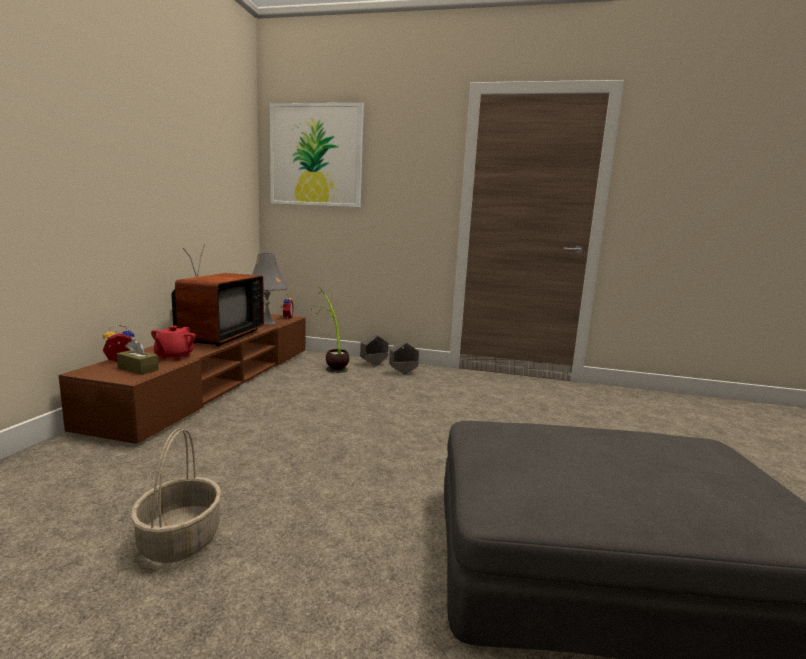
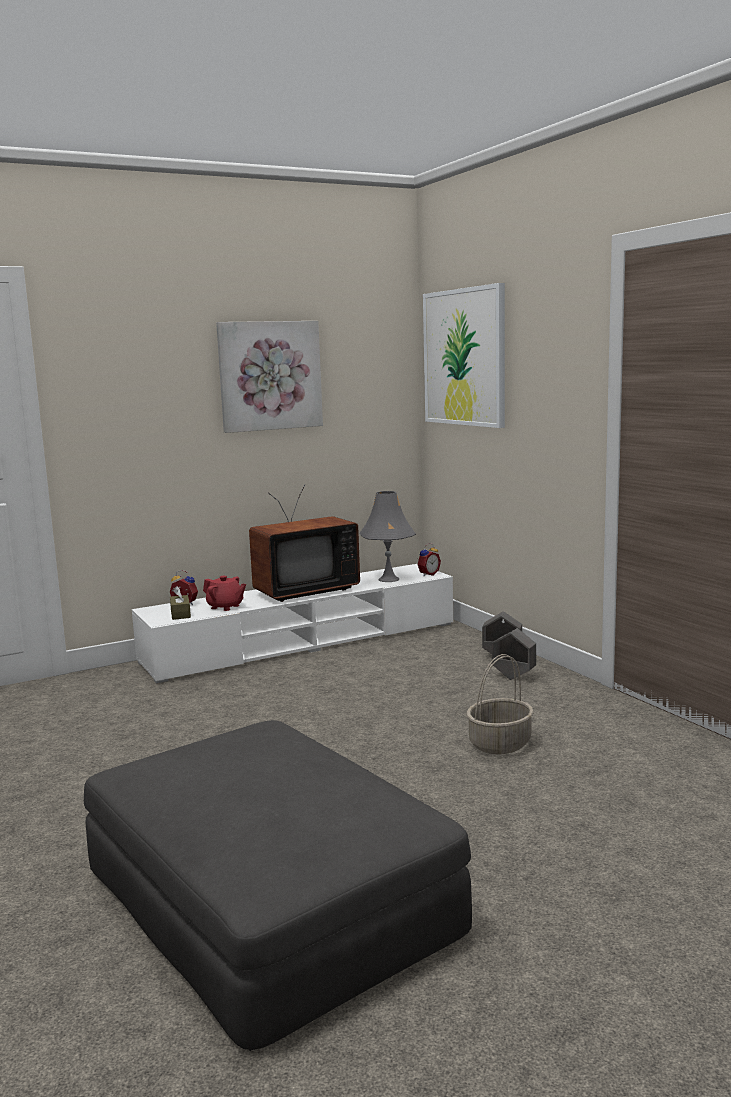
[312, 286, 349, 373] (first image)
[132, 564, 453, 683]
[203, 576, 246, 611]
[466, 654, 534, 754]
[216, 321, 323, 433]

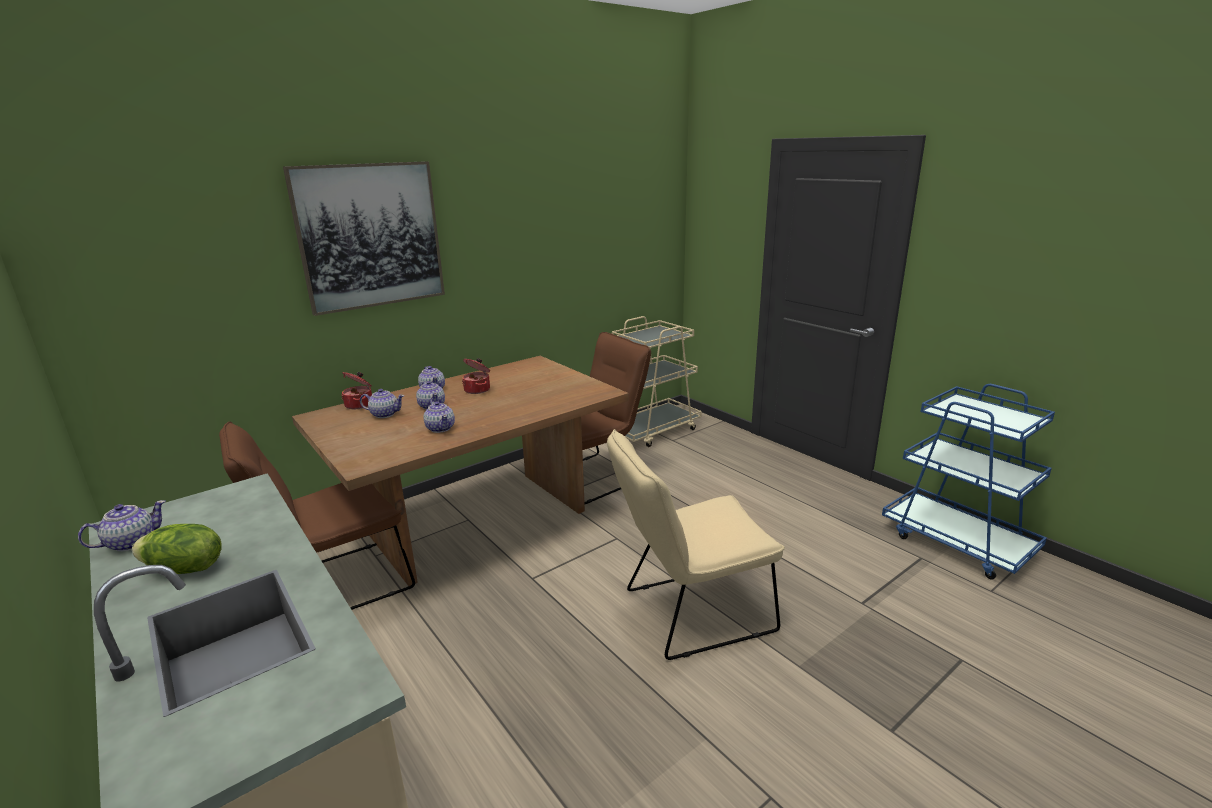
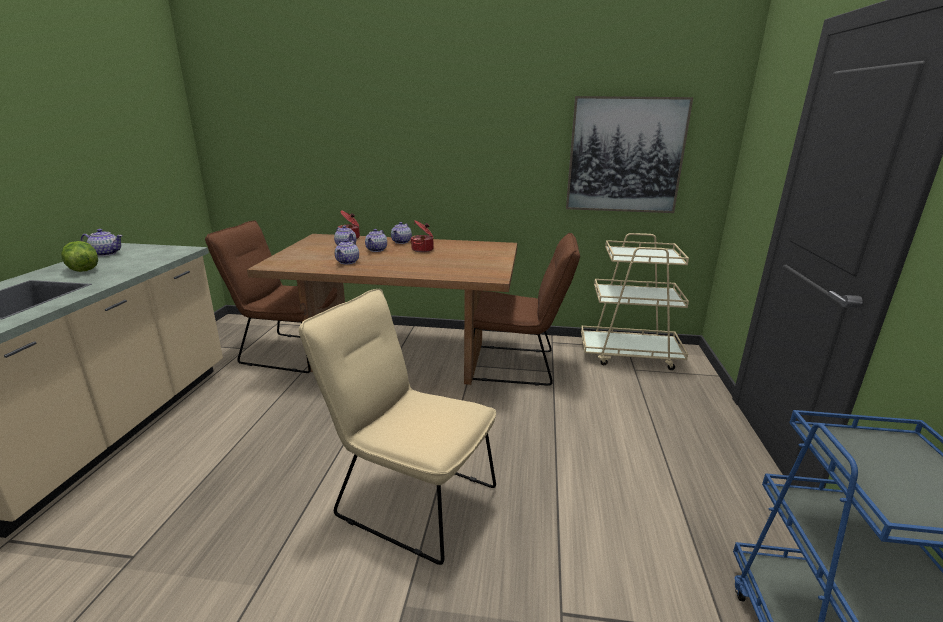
[566, 96, 693, 213]

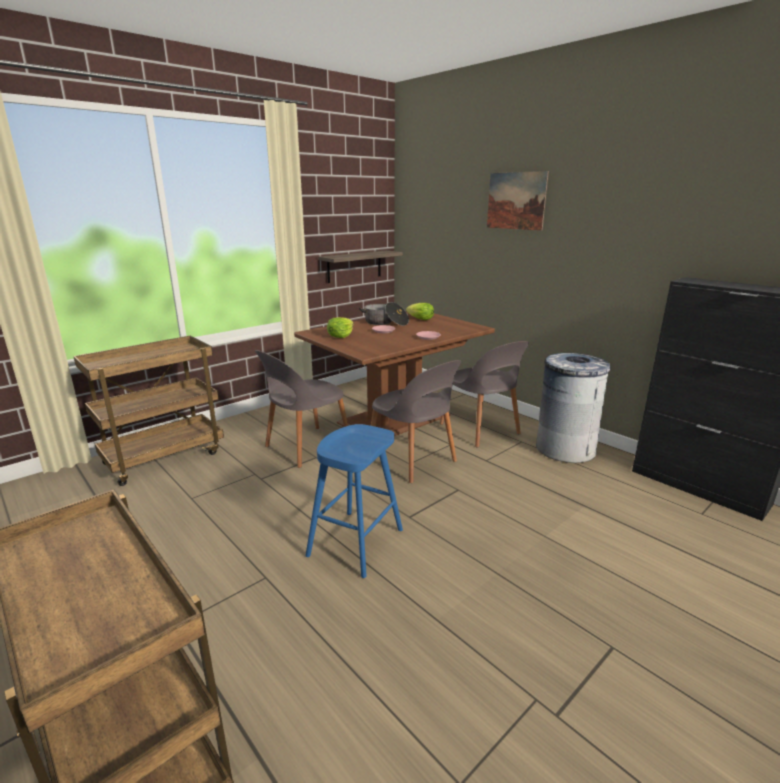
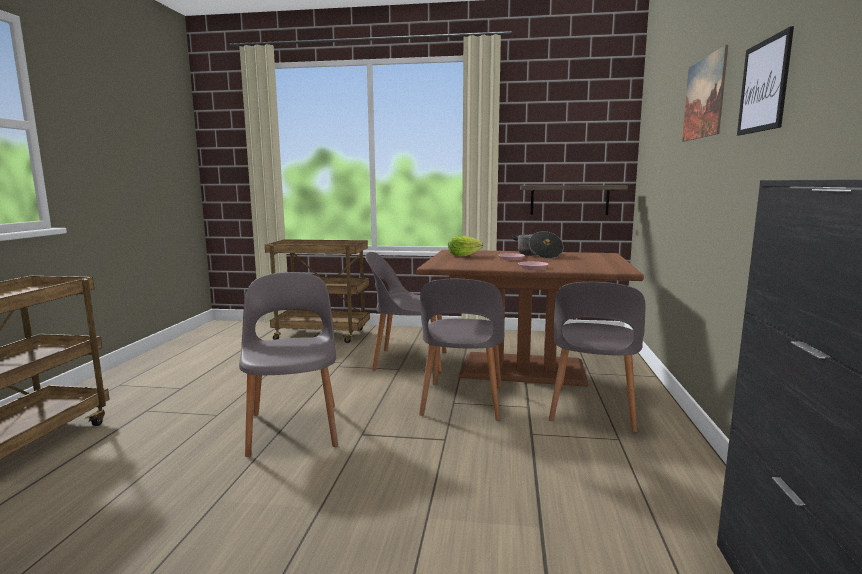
[406, 303, 434, 320] (first image)
[536, 353, 611, 463] (first image)
[239, 272, 338, 457]
[737, 26, 794, 135]

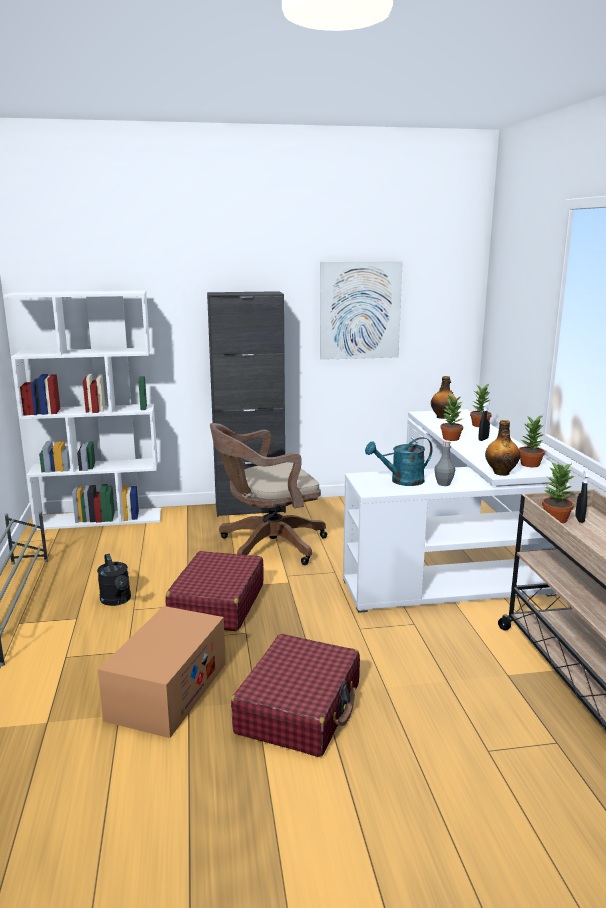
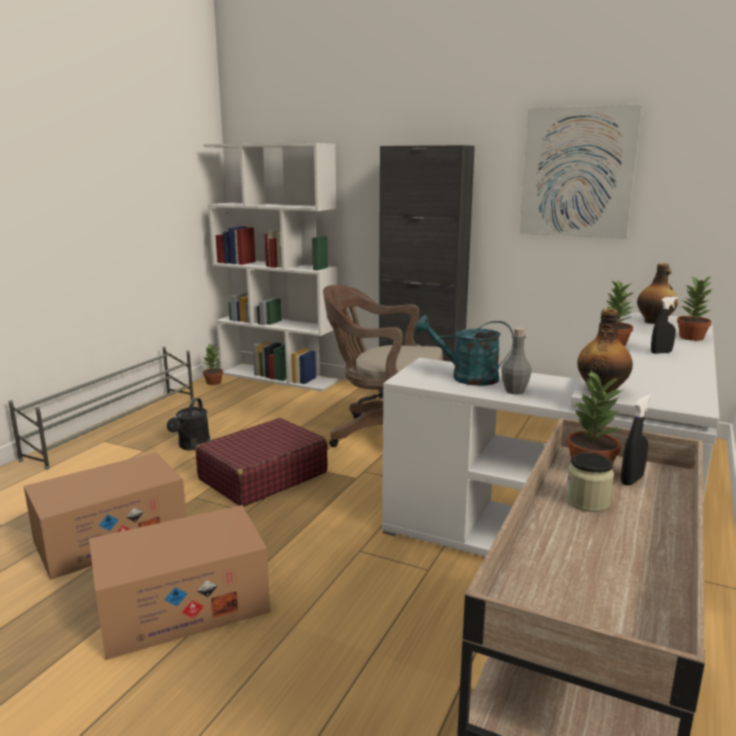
[203, 344, 223, 385]
[89, 505, 270, 660]
[565, 452, 614, 512]

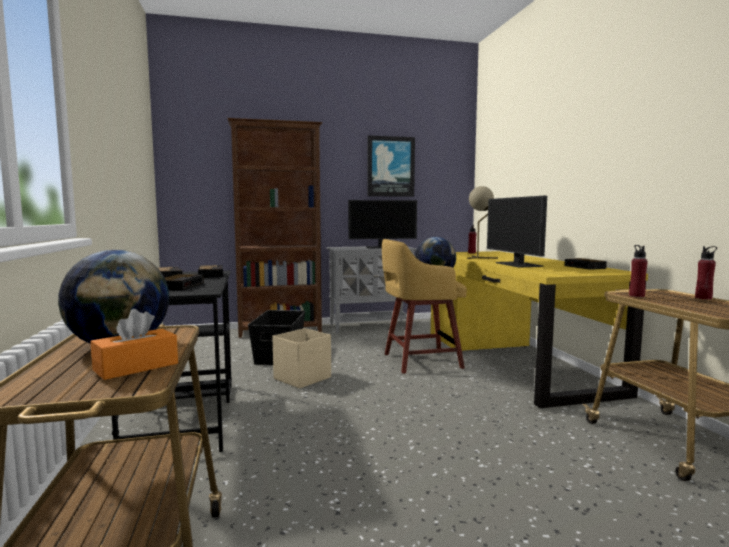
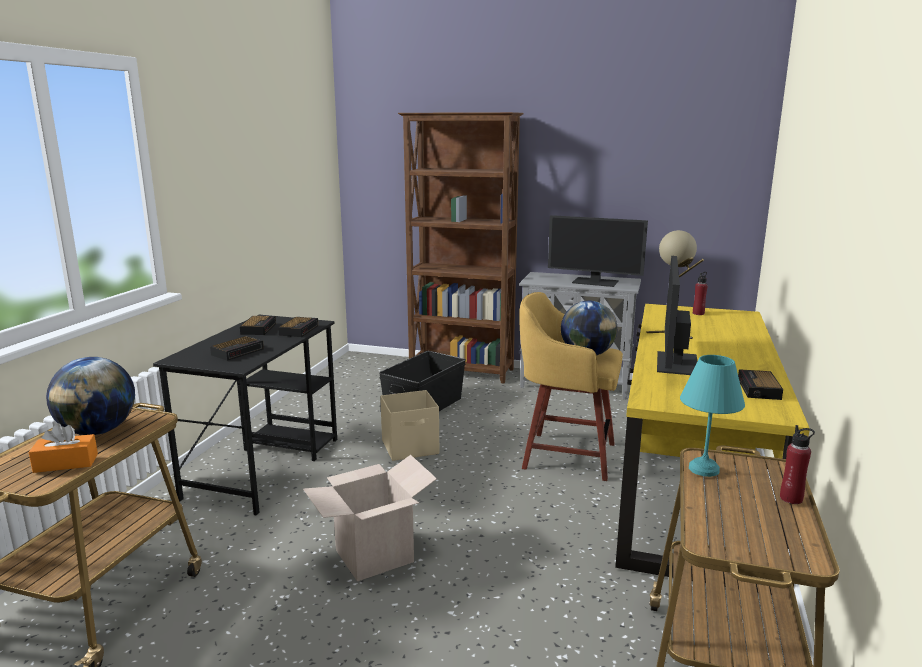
[368, 135, 415, 197] (first image)
[680, 355, 745, 477]
[303, 455, 437, 581]

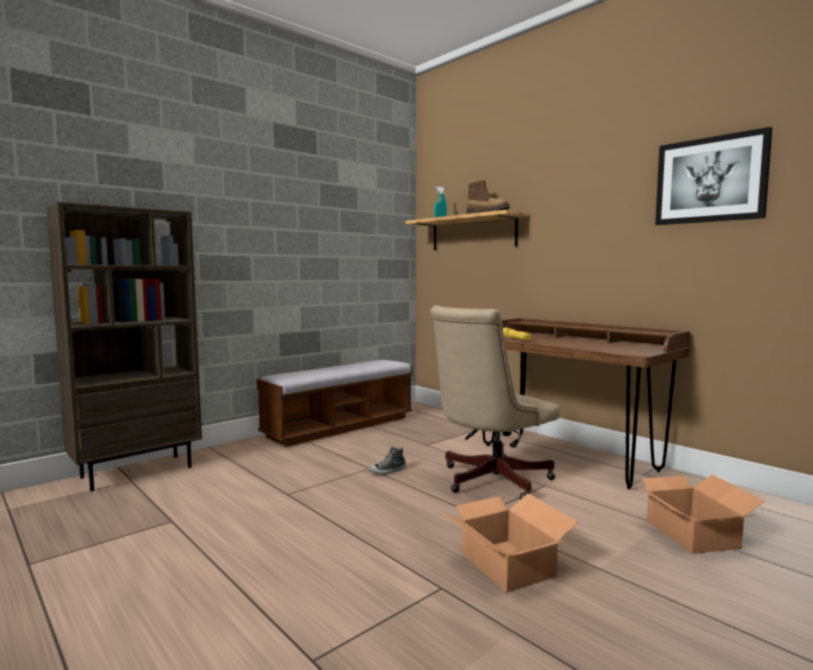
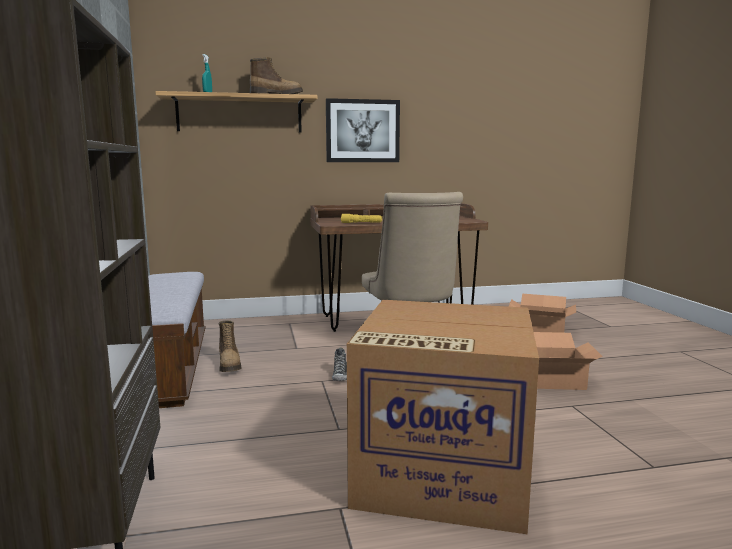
[326, 98, 400, 162]
[347, 300, 539, 534]
[219, 320, 241, 372]

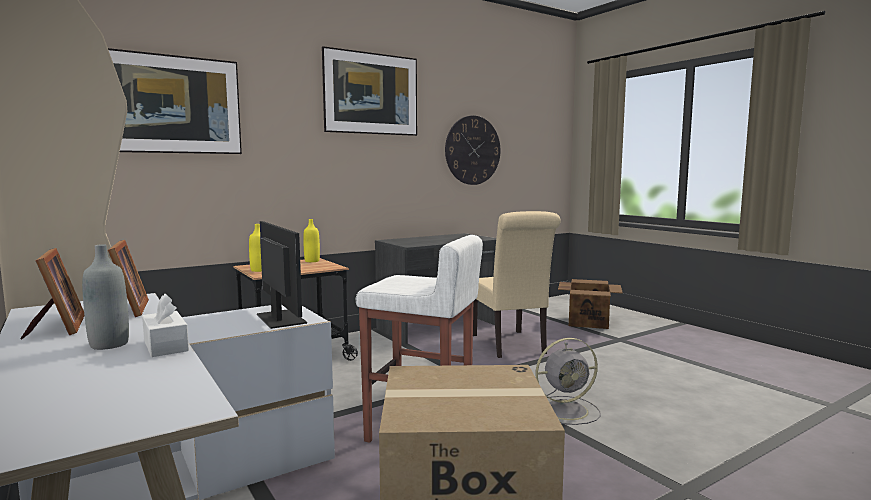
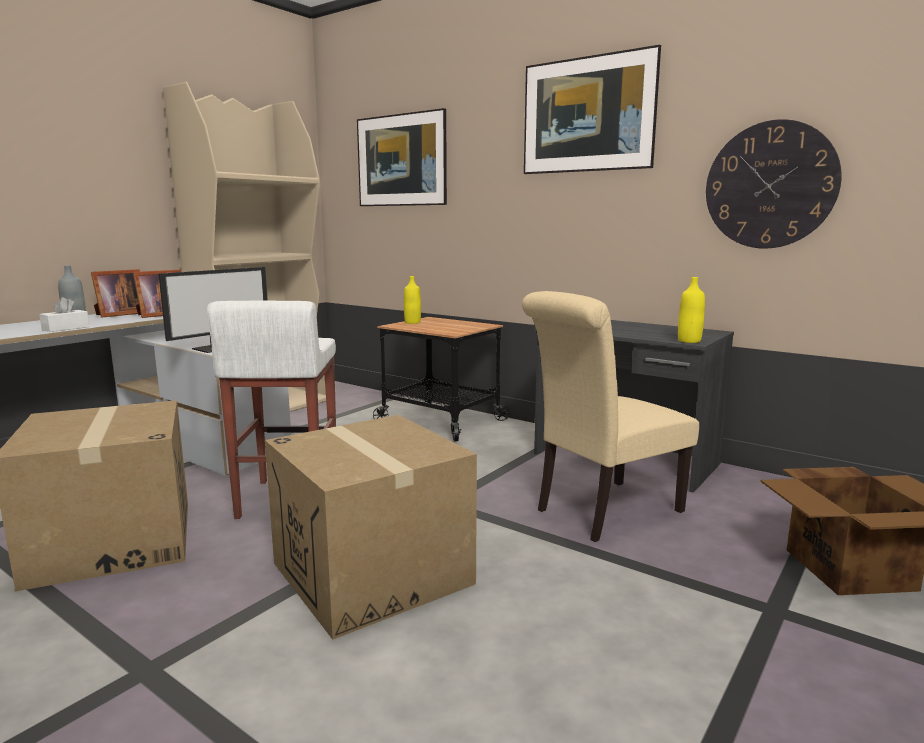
[678, 277, 705, 343]
[265, 415, 477, 640]

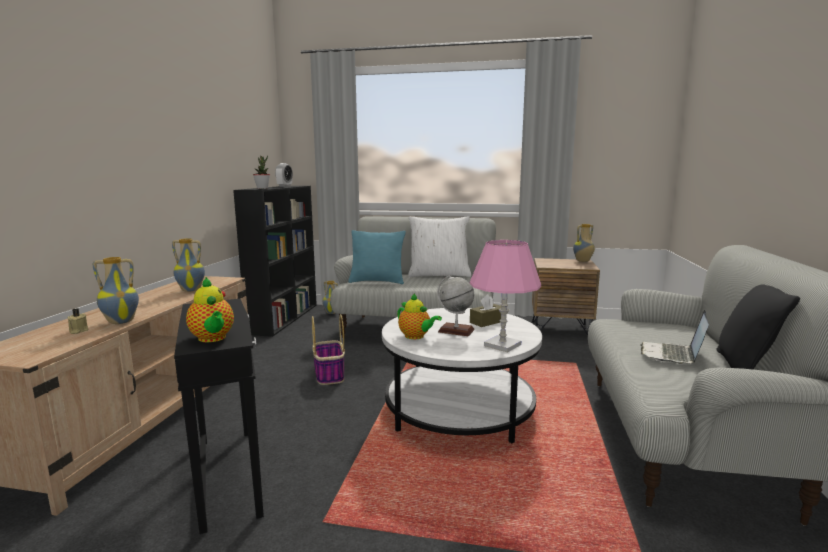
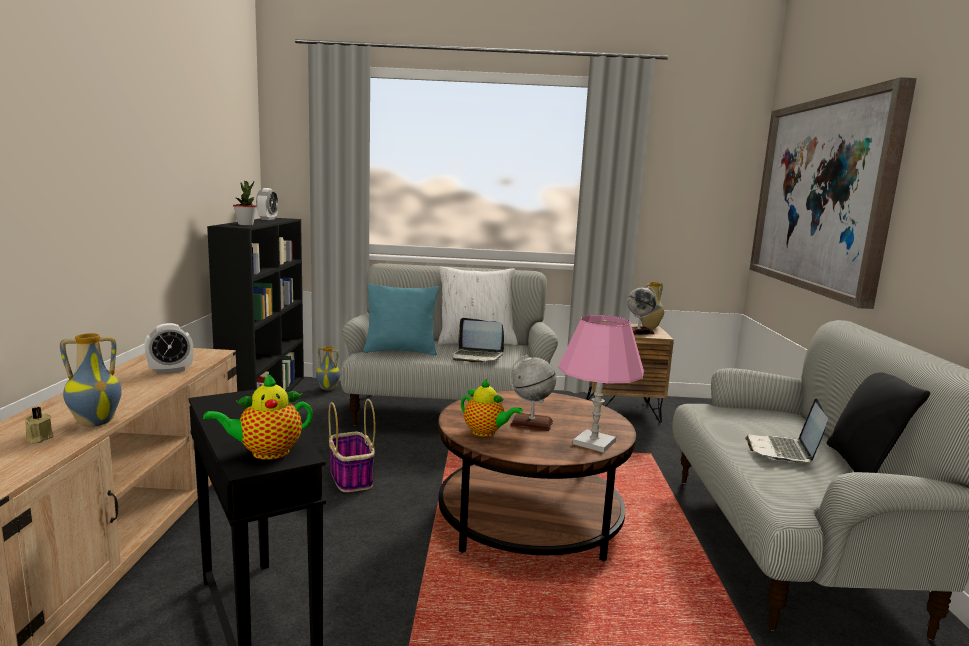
[144, 323, 193, 374]
[203, 374, 313, 460]
[470, 294, 501, 327] (first image)
[438, 390, 636, 562]
[750, 77, 917, 309]
[627, 286, 657, 335]
[453, 318, 504, 363]

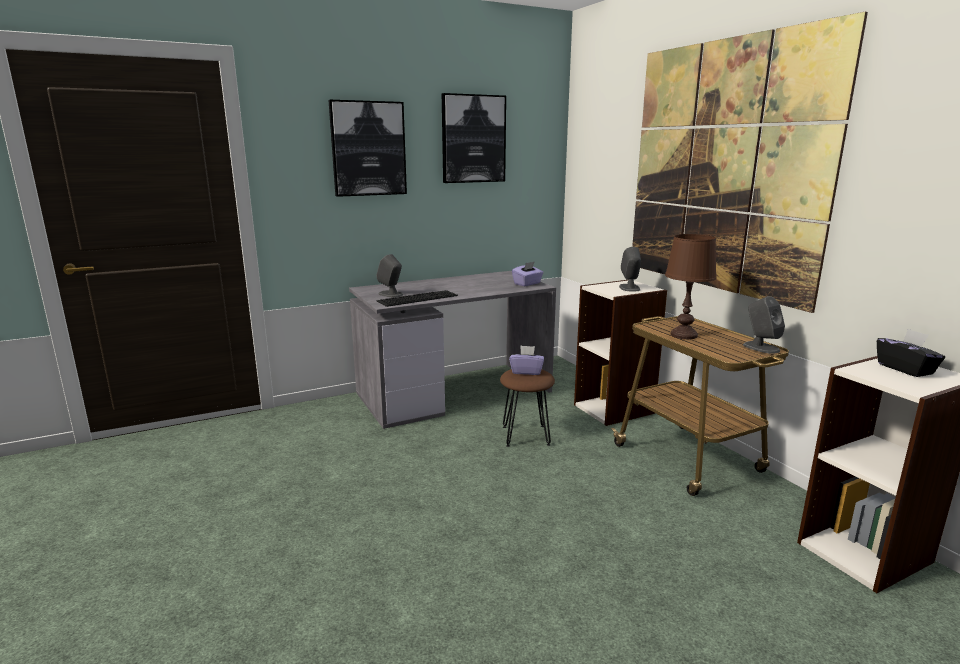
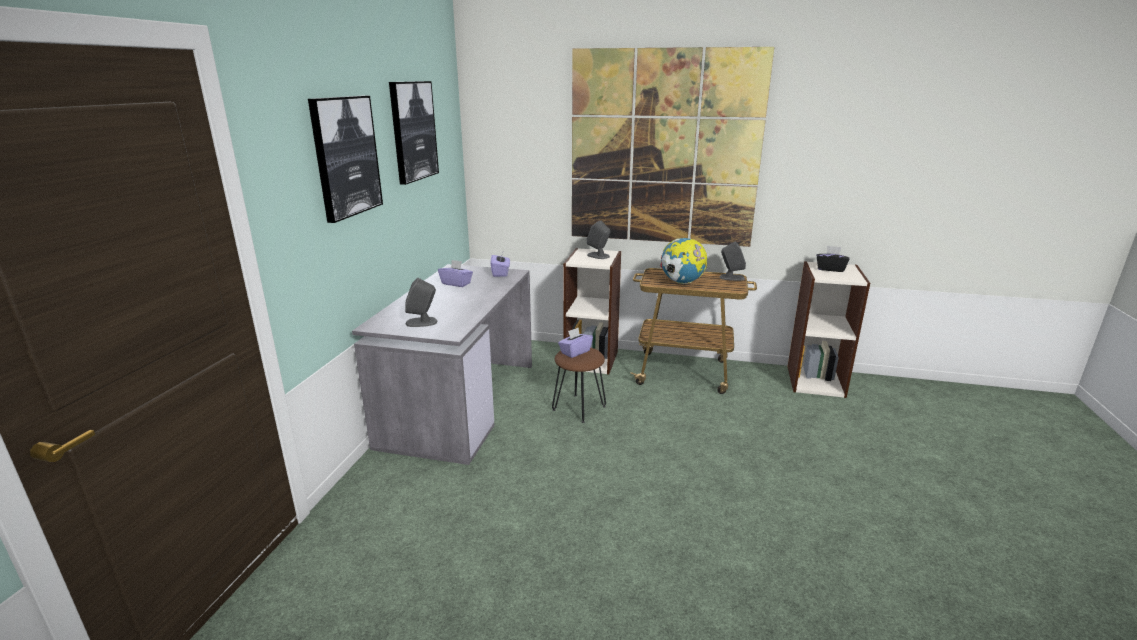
[661, 238, 707, 284]
[377, 290, 458, 307] (first image)
[438, 260, 473, 287]

